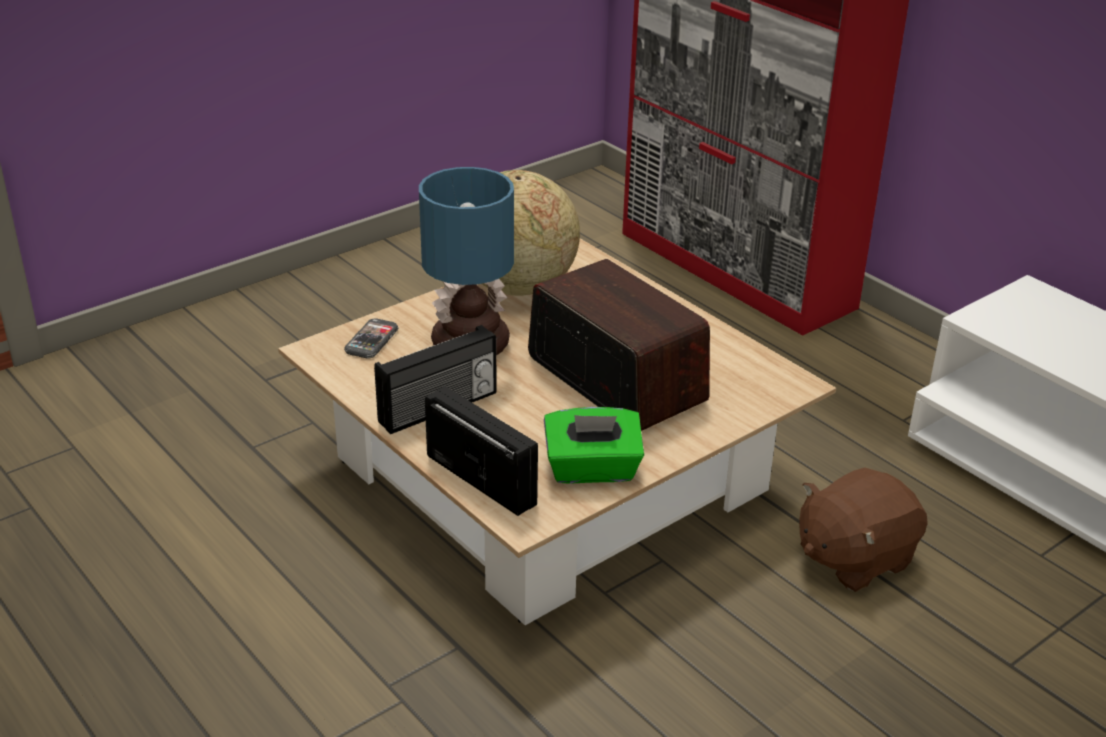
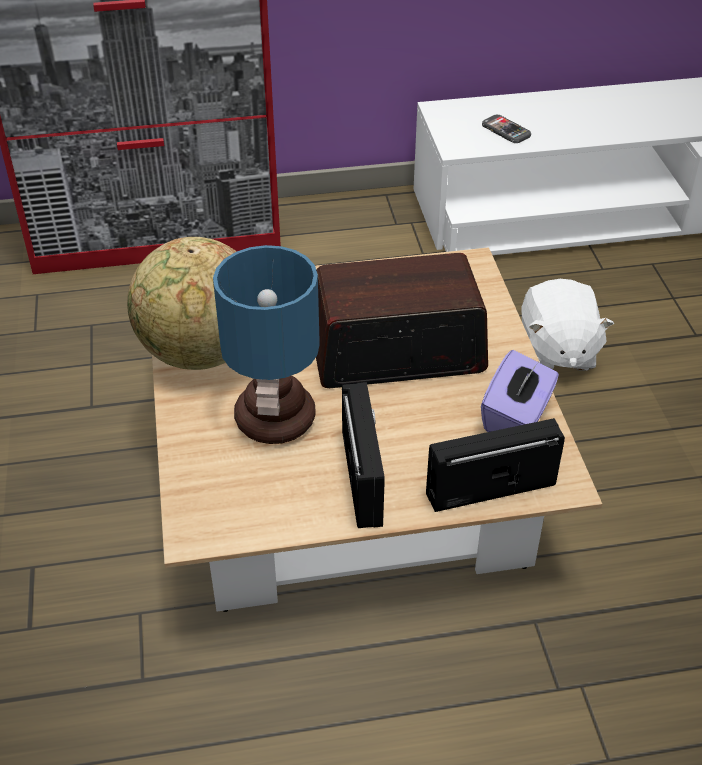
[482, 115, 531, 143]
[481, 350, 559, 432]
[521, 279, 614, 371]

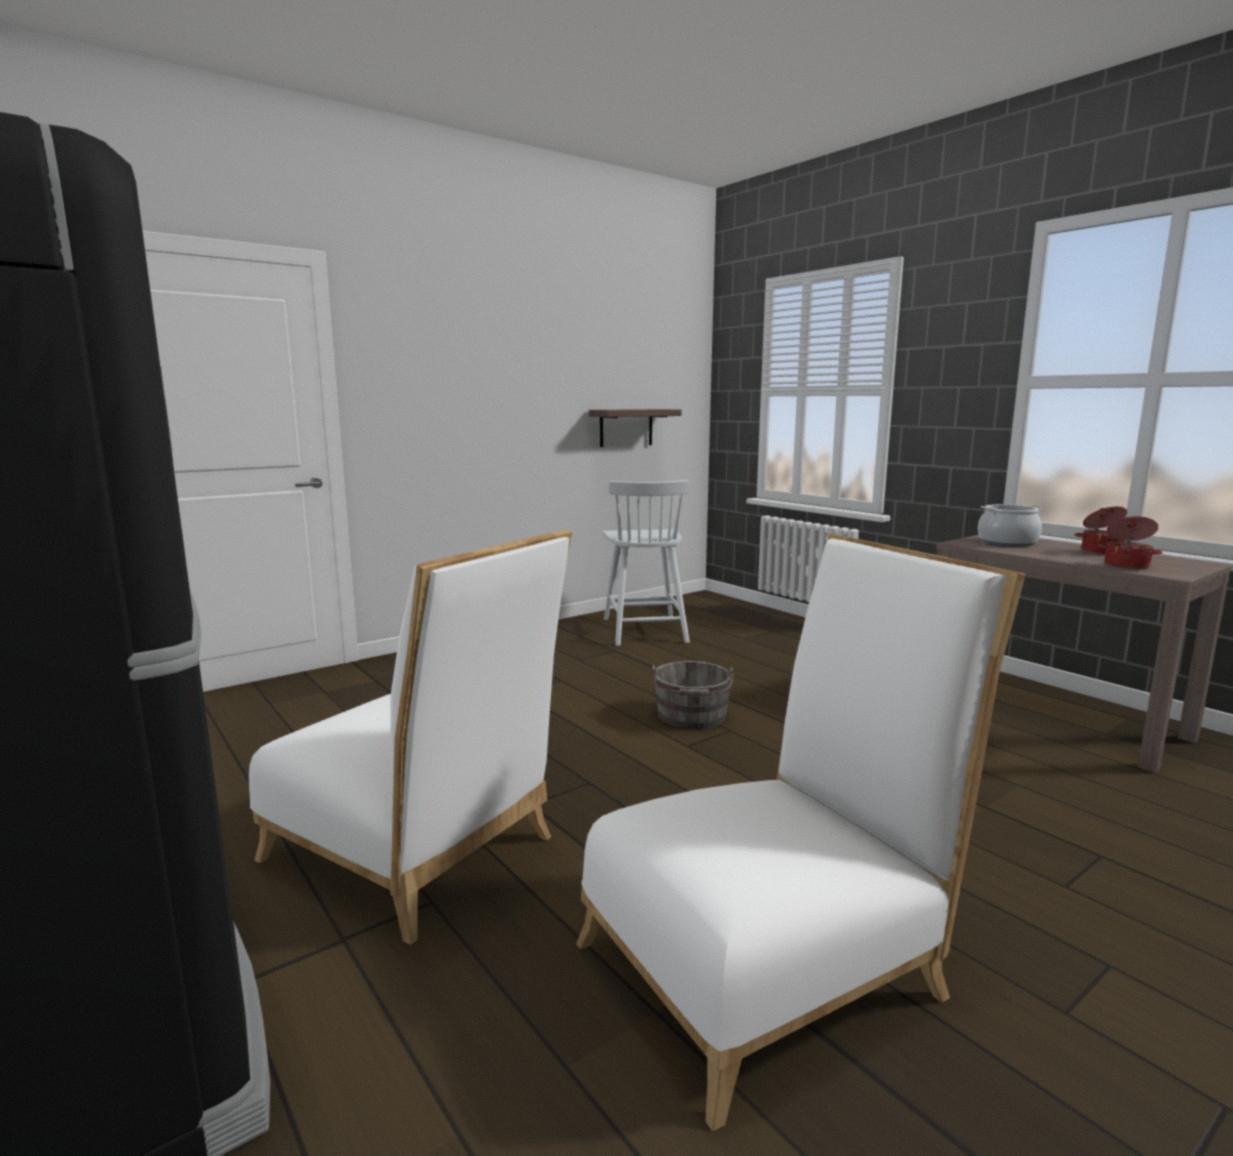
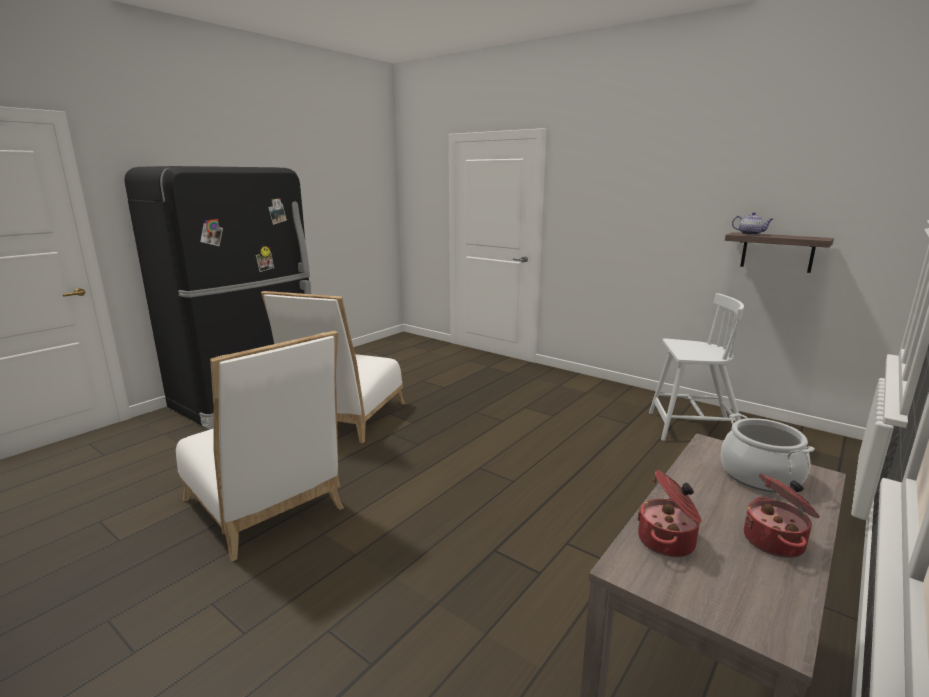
[649, 293, 744, 441]
[651, 661, 734, 729] (first image)
[732, 212, 773, 235]

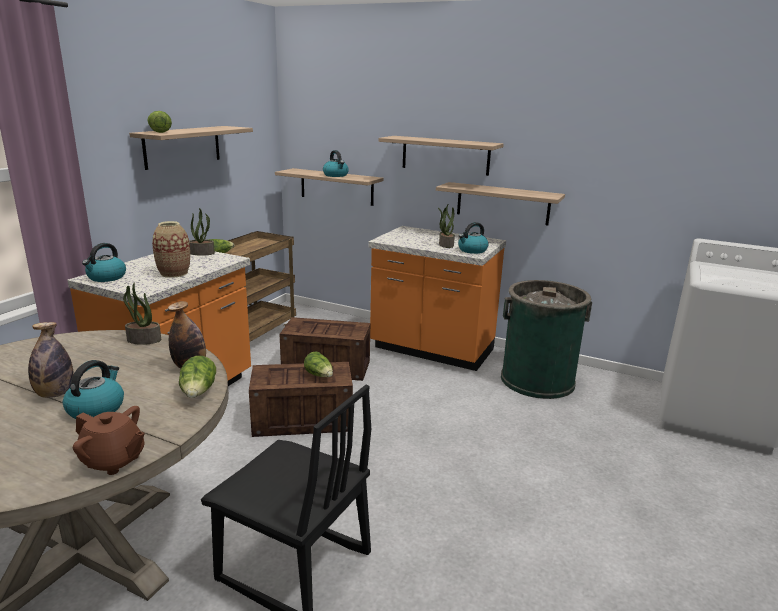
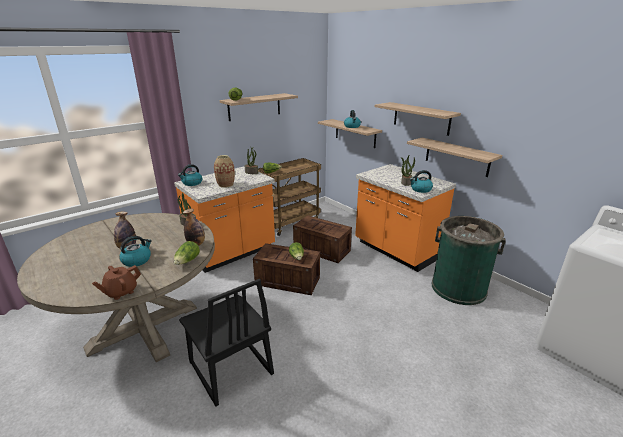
[92, 265, 141, 300]

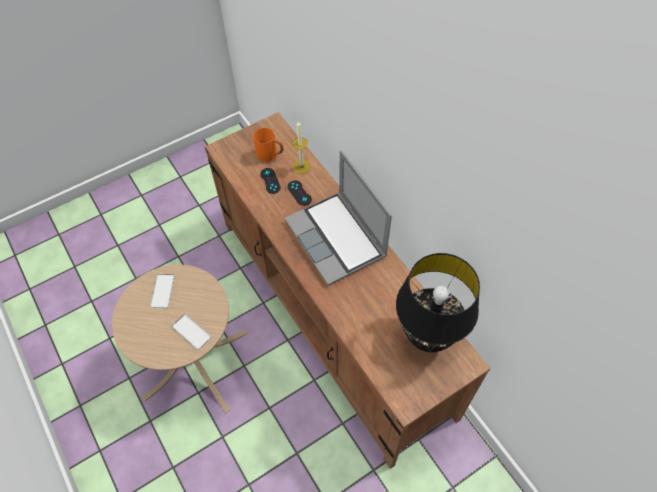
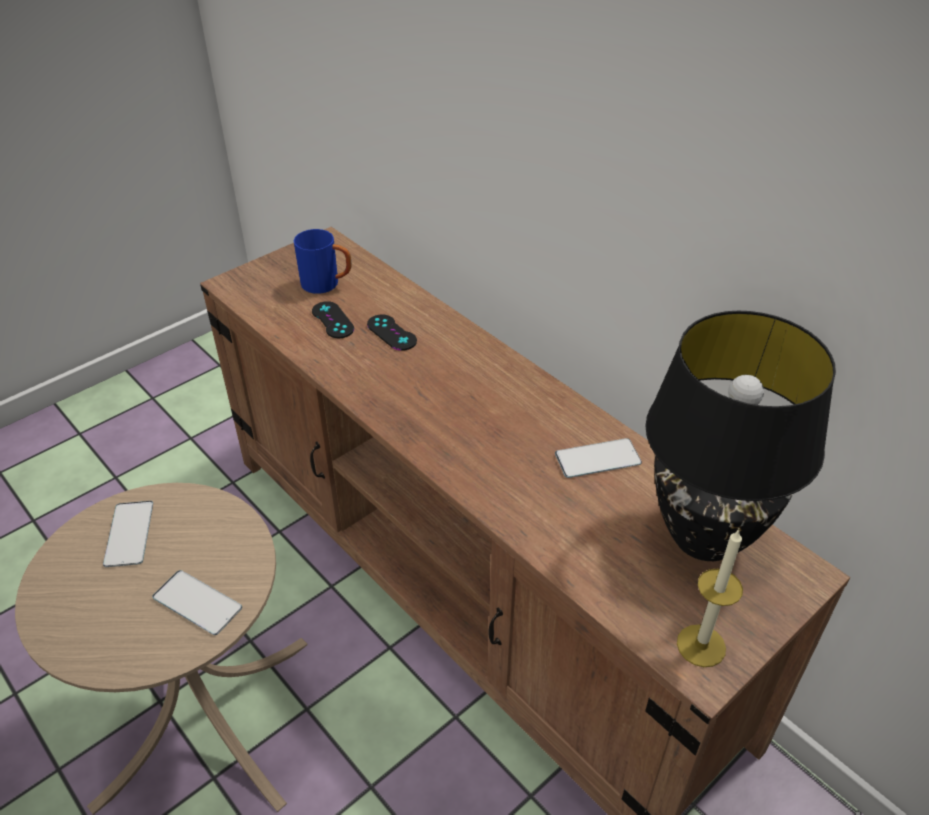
[677, 529, 743, 667]
[294, 229, 352, 294]
[285, 150, 392, 286] (first image)
[555, 438, 642, 478]

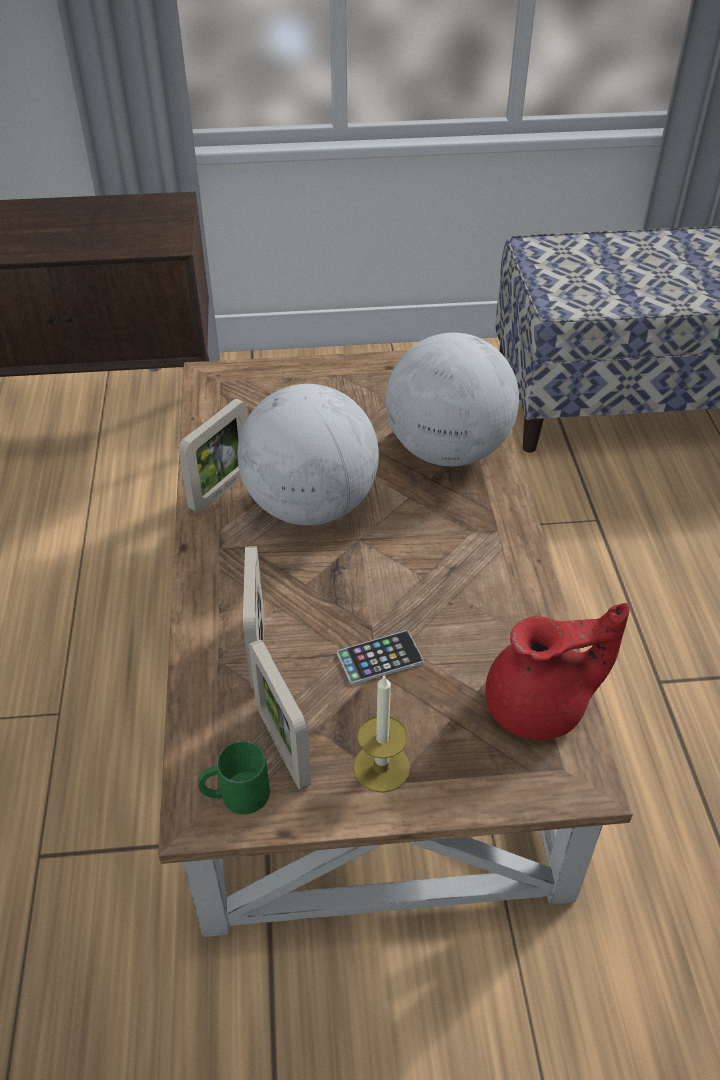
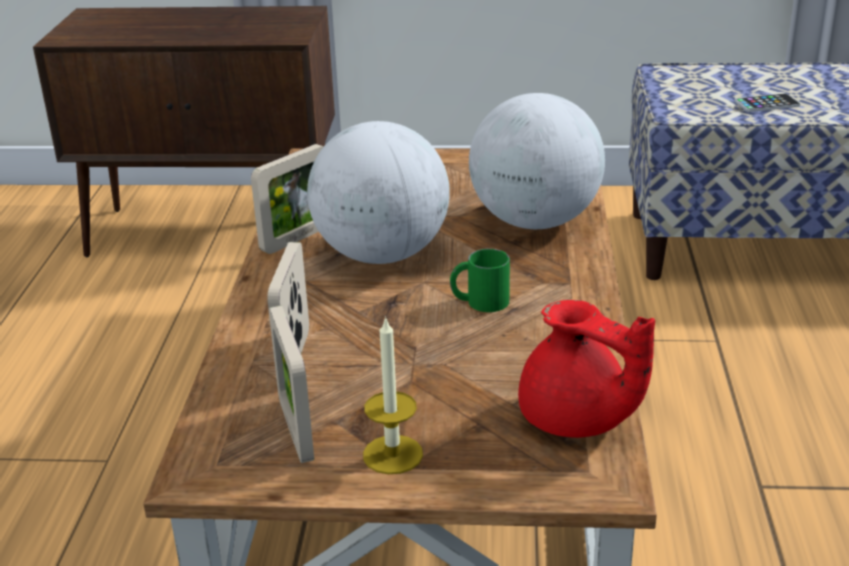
[518, 300, 655, 438]
[734, 93, 801, 112]
[450, 249, 510, 312]

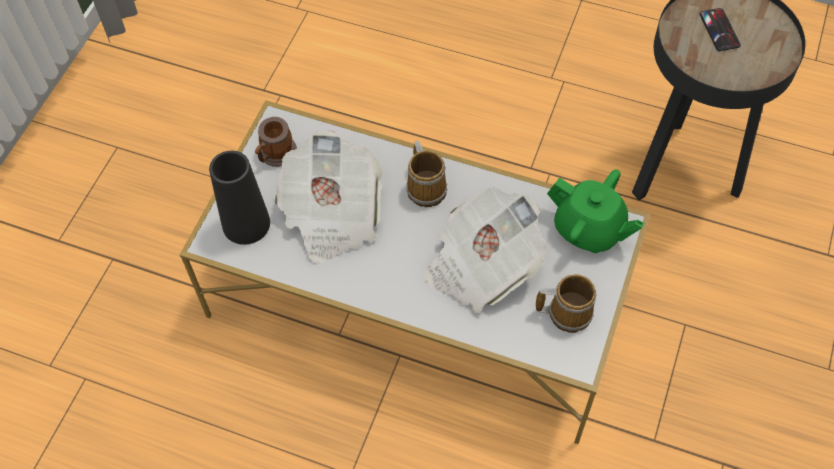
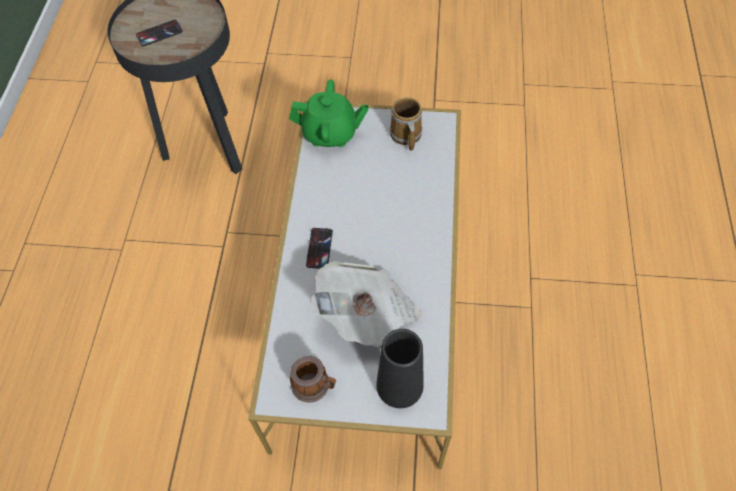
[306, 228, 333, 269]
[289, 79, 369, 147]
[424, 187, 546, 313] (first image)

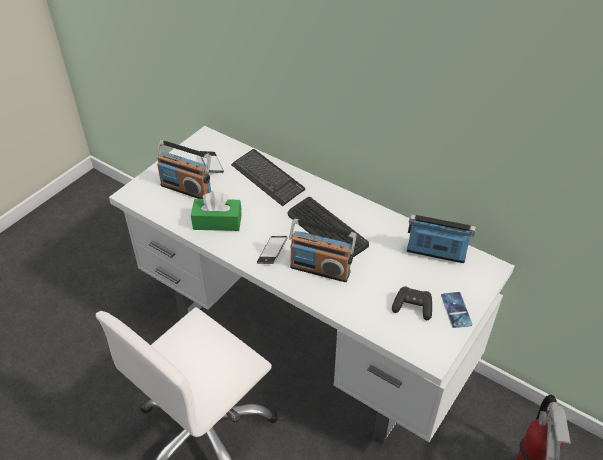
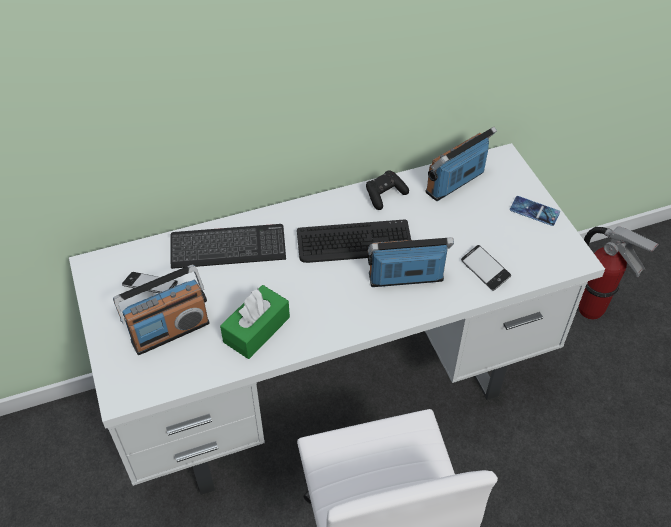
[368, 237, 454, 287]
[461, 245, 511, 291]
[366, 170, 409, 210]

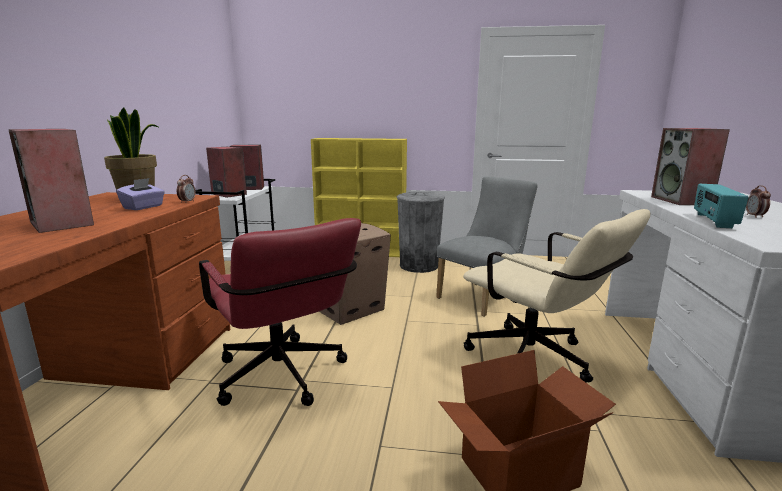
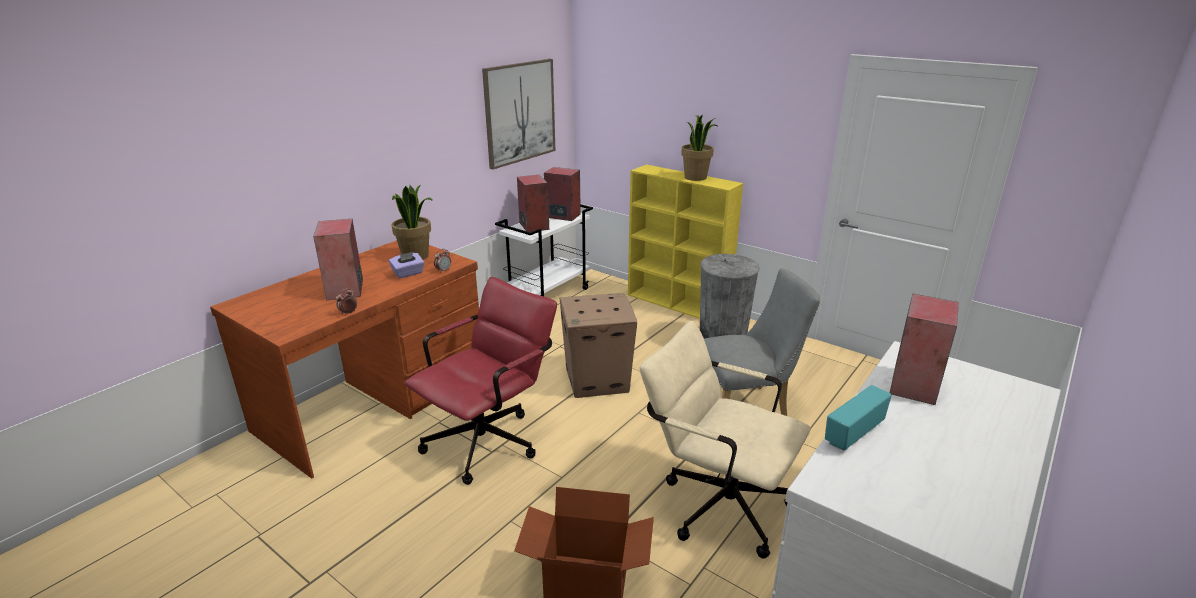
[336, 288, 357, 315]
[640, 321, 811, 559]
[404, 277, 557, 485]
[482, 59, 555, 169]
[681, 114, 717, 181]

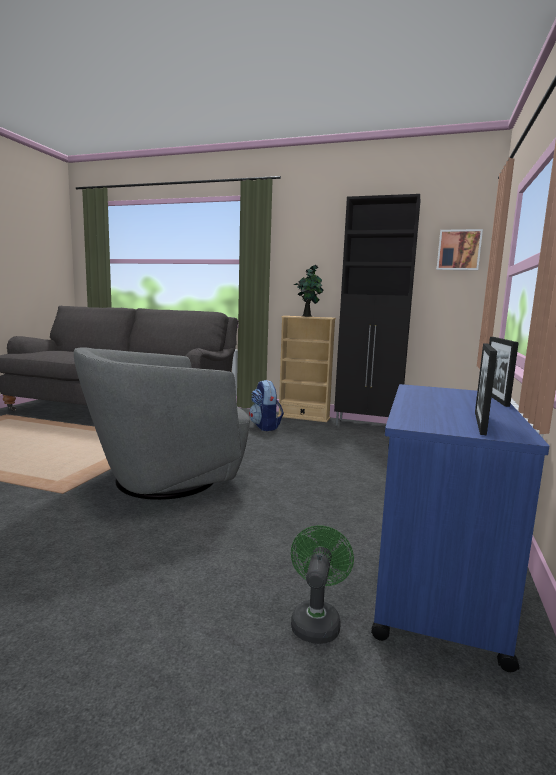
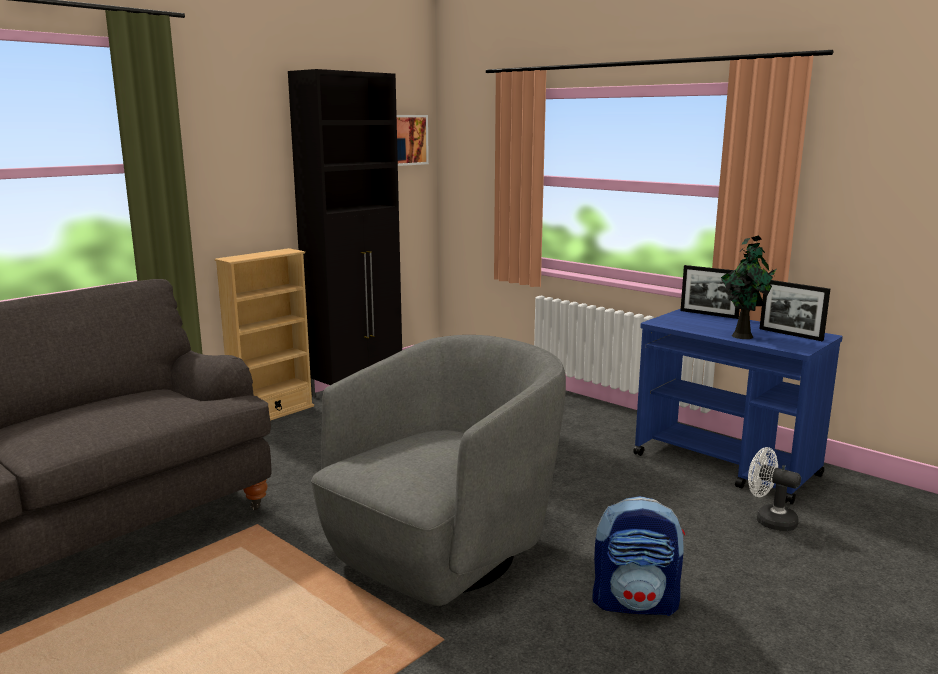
[720, 236, 776, 339]
[311, 335, 566, 606]
[592, 496, 685, 616]
[748, 447, 801, 531]

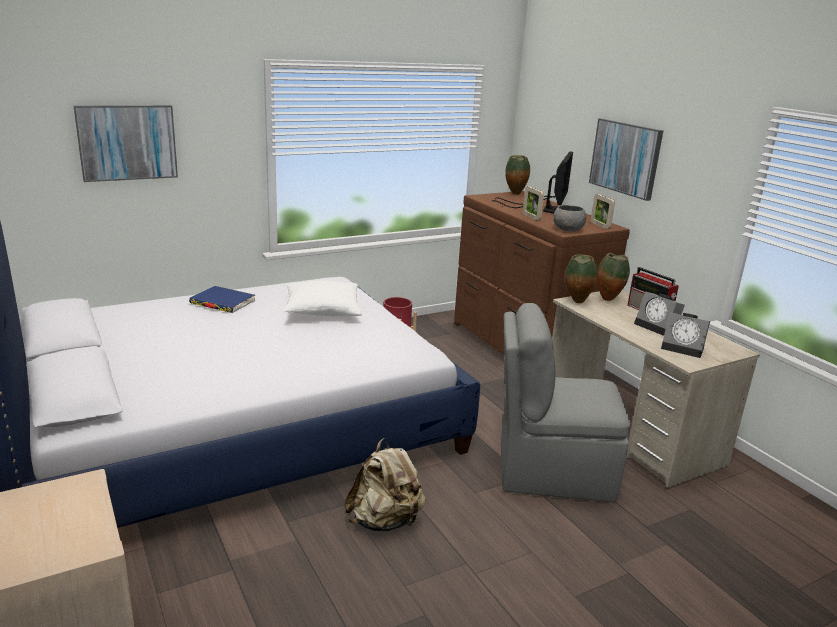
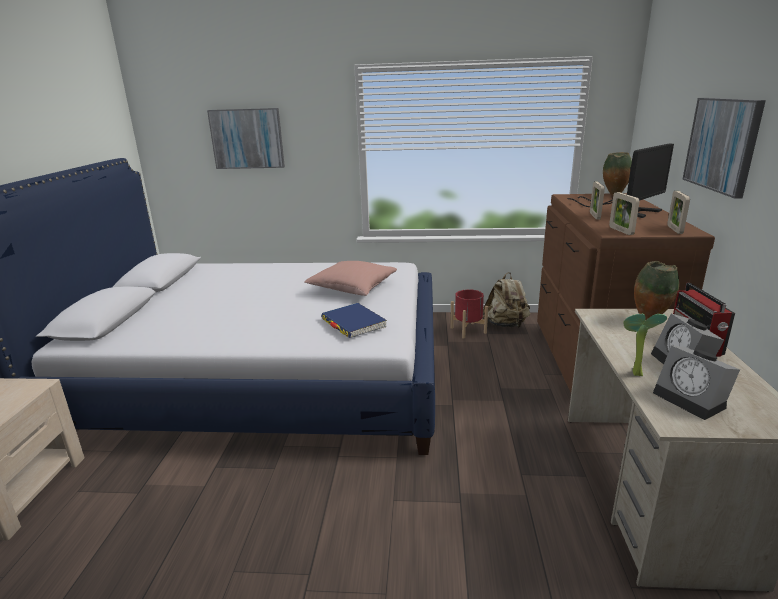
[609, 192, 640, 235]
[565, 254, 597, 303] (first image)
[305, 261, 397, 296]
[321, 303, 387, 338]
[501, 303, 630, 502] (first image)
[483, 272, 530, 328]
[623, 314, 667, 376]

